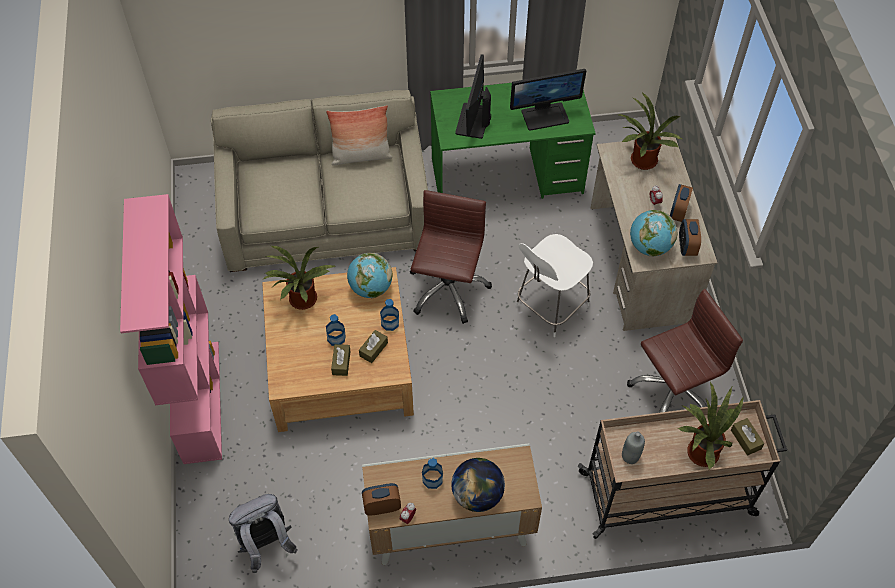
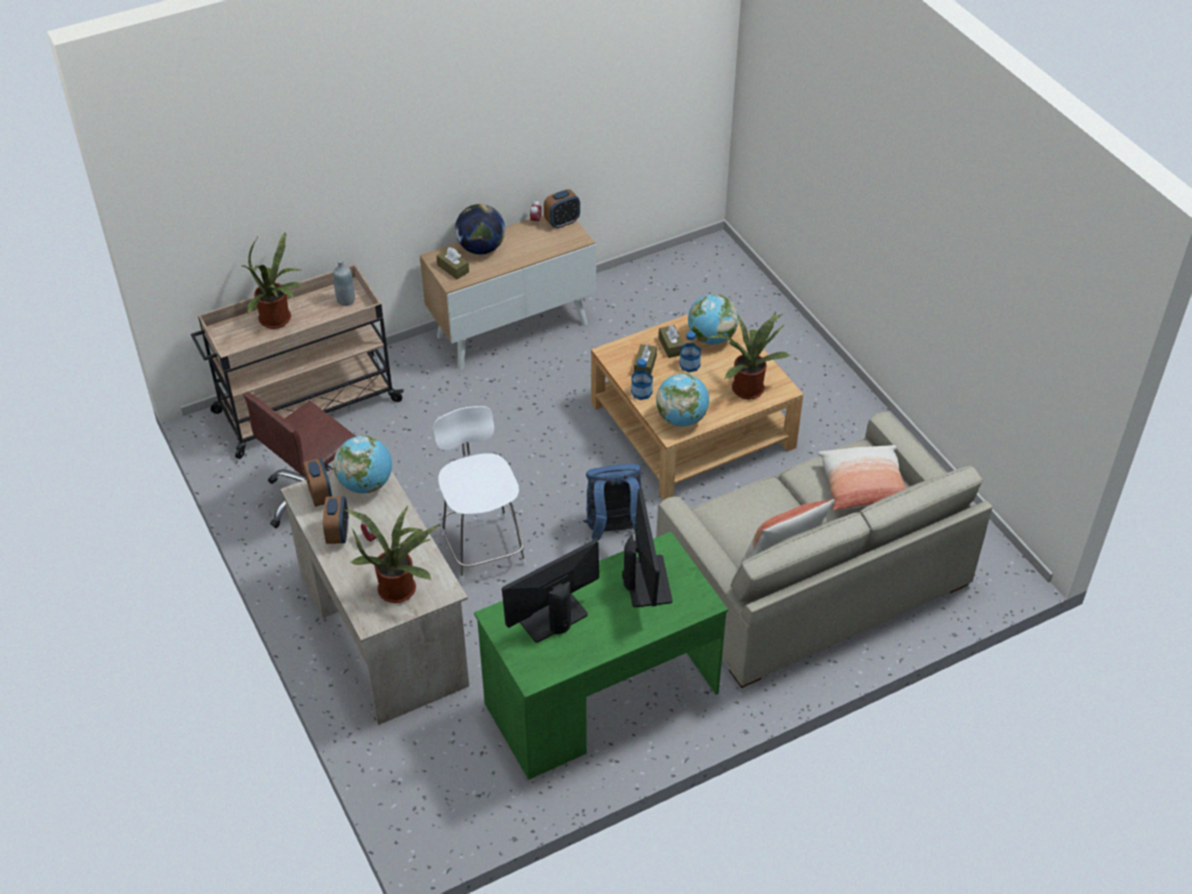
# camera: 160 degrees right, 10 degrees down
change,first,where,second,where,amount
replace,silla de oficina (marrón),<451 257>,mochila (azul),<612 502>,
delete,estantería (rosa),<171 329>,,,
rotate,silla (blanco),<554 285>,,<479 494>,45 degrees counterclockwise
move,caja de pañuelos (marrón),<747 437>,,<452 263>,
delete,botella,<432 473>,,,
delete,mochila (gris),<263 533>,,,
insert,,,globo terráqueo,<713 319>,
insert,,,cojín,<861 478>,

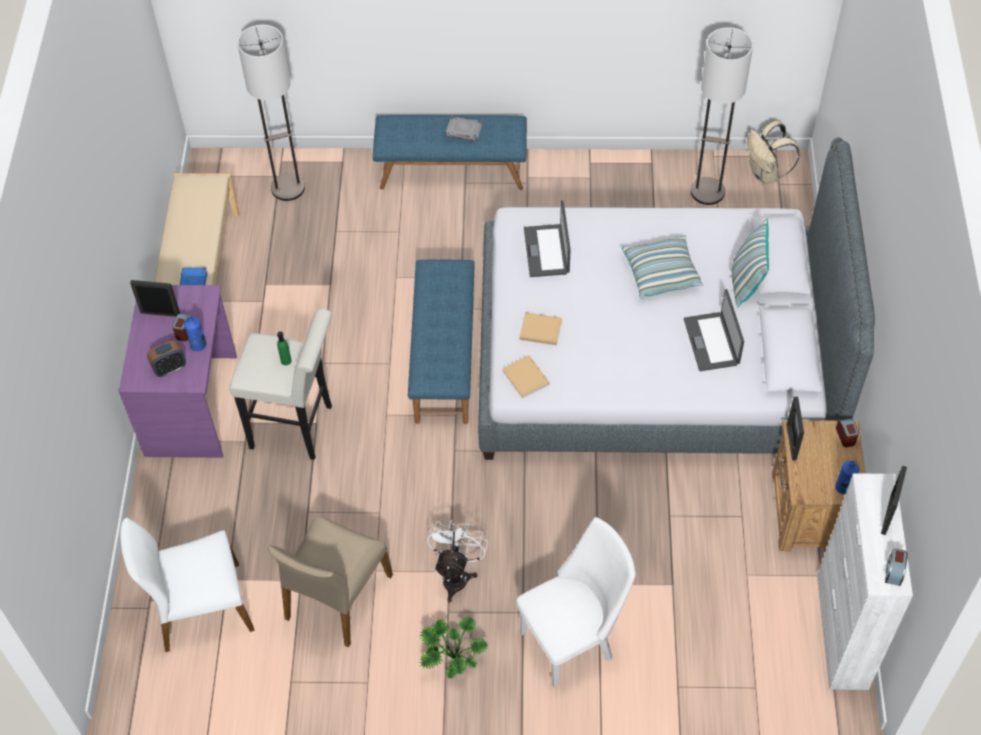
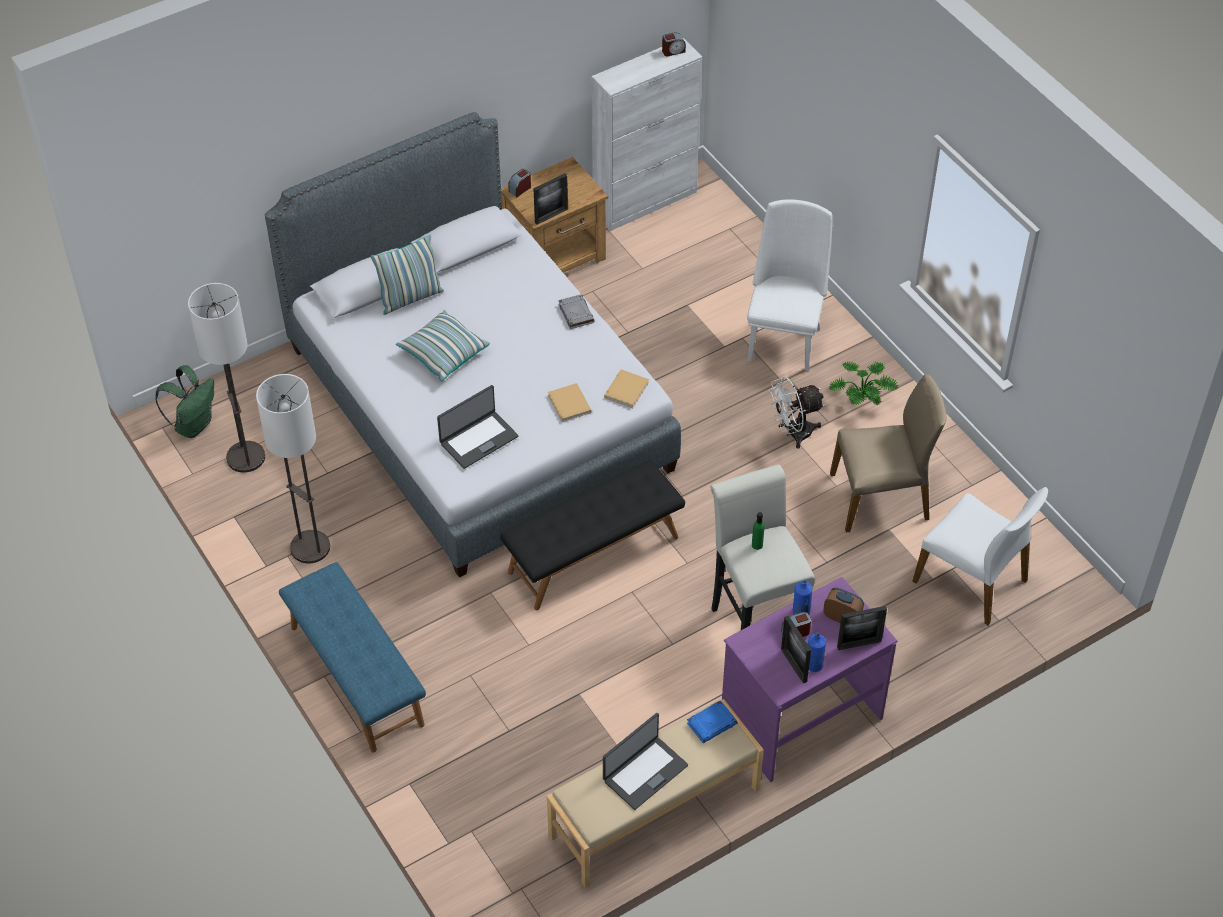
# camera: 125 degrees left, 5 degrees down
change,first,where,second,where,amount
move,lámpara de pie,<271 113>,,<293 469>,
move,libro (gris),<463 129>,,<576 311>,
recolor,mochila (beis),<773 153>,mochila (verde),<184 401>,
recolor,banco (azul),<441 342>,banco (negro),<592 535>,
move,portátil,<714 330>,,<645 761>,
move,botella (azul),<847 478>,,<817 652>,
move,portarretratos,<894 500>,,<862 628>,
rotate,silla (blanco),<576 602>,,<790 285>,75 degrees clockwise

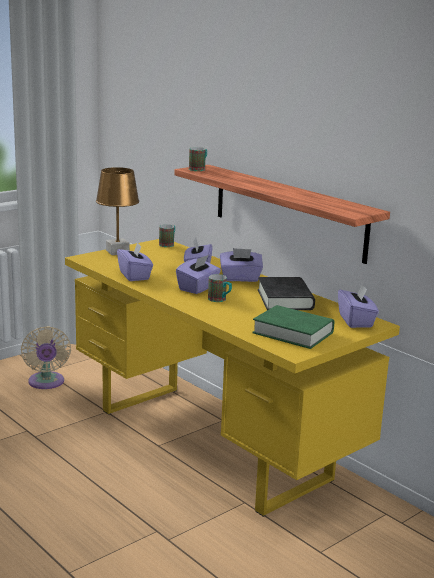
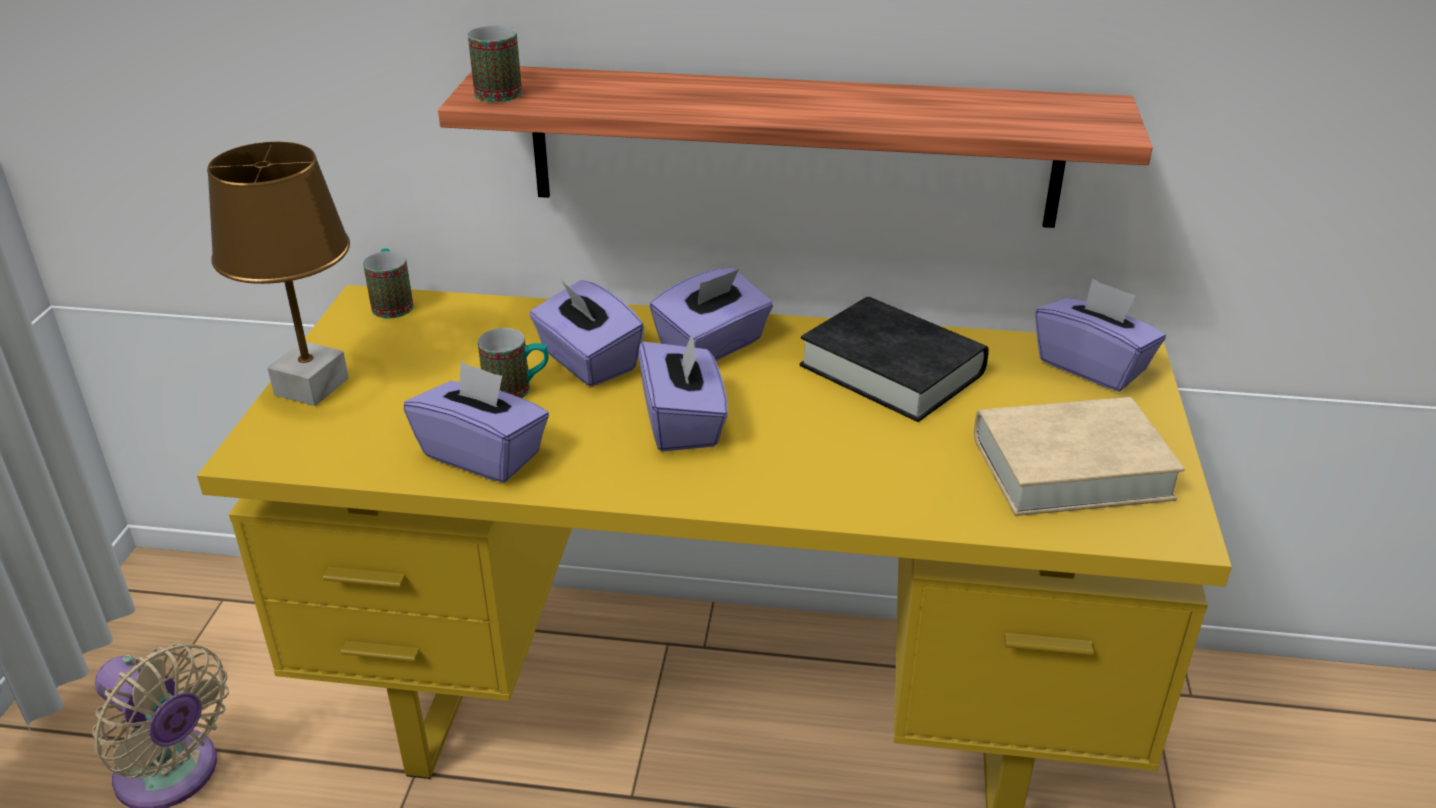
# camera: 40 degrees left, 15 degrees up
change,first,where,second,where,amount
move,taza grande,<220 288>,,<513 363>,
recolor,libro (verde),<293 327>,libro (beis),<1079 456>,

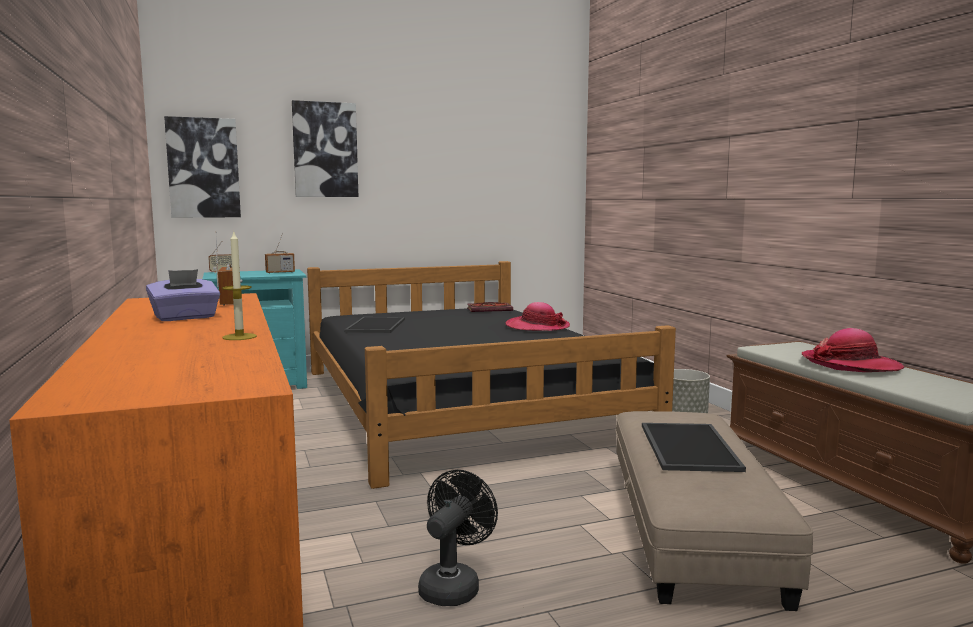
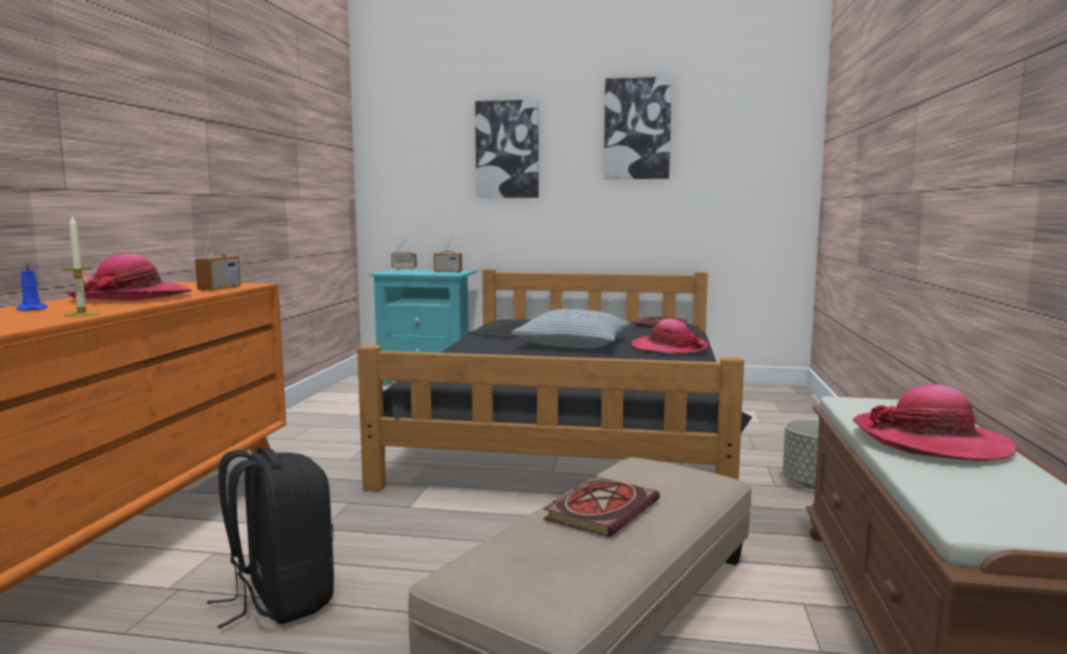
# camera: 30 degrees right, 0 degrees up
change,first,where,second,where,amount
move,cuadro,<202 167>,,<638 128>,
replace,caja de pañuelos (morado),<183 295>,sombrero,<128 277>,
replace,bandeja,<694 447>,libro,<601 506>,
replace,ventilador (negro),<458 538>,mochila (negro),<270 538>,
insert,,,vela (azul),<31 285>,
insert,,,cojín,<571 328>,

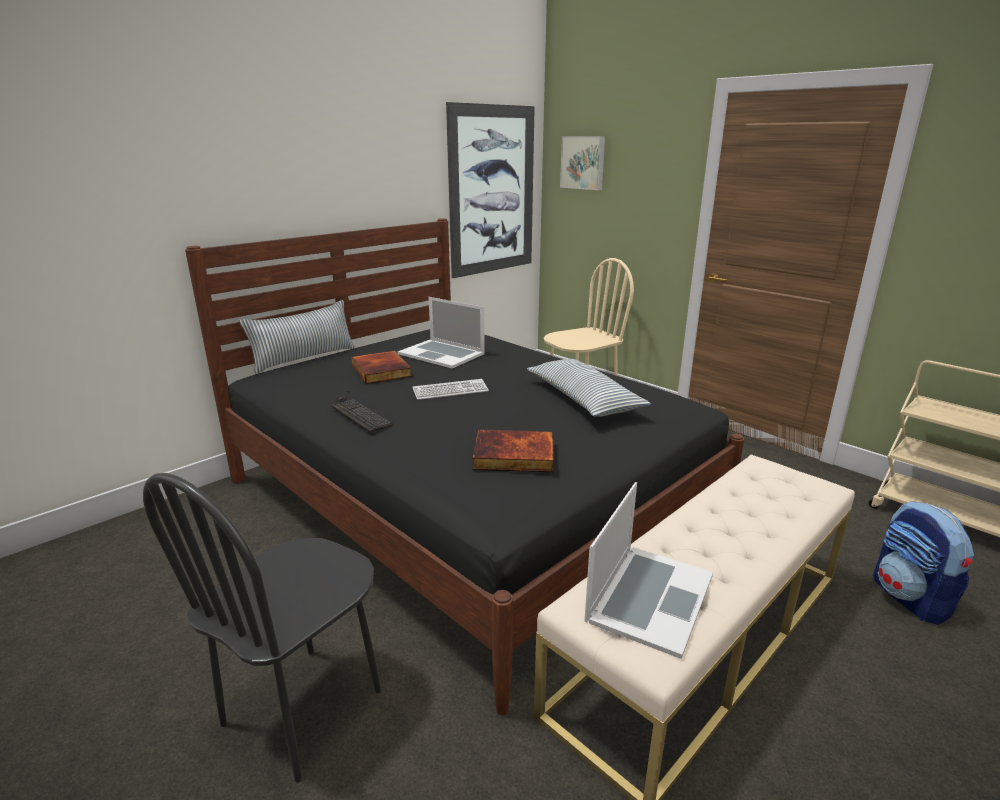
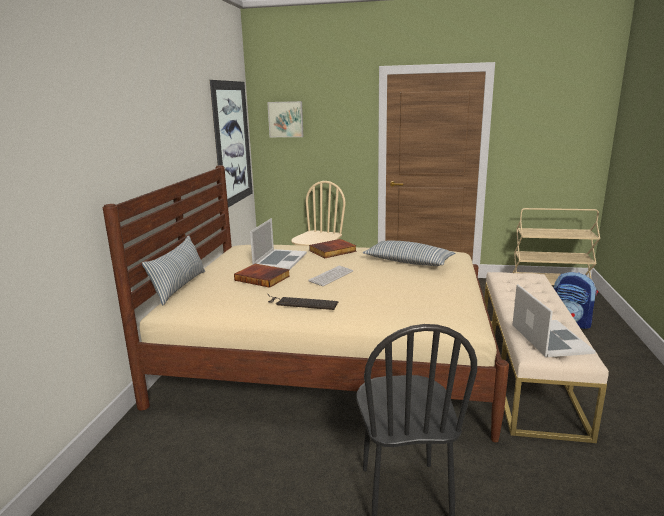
# camera: 35 degrees left, 5 degrees down
change,first,where,second,where,amount
recolor,cama (negro),<464 467>,cama (beis),<306 303>,
rotate,portátil,<441 332>,,<278 243>,75 degrees counterclockwise
move,libro,<513 450>,,<333 248>,

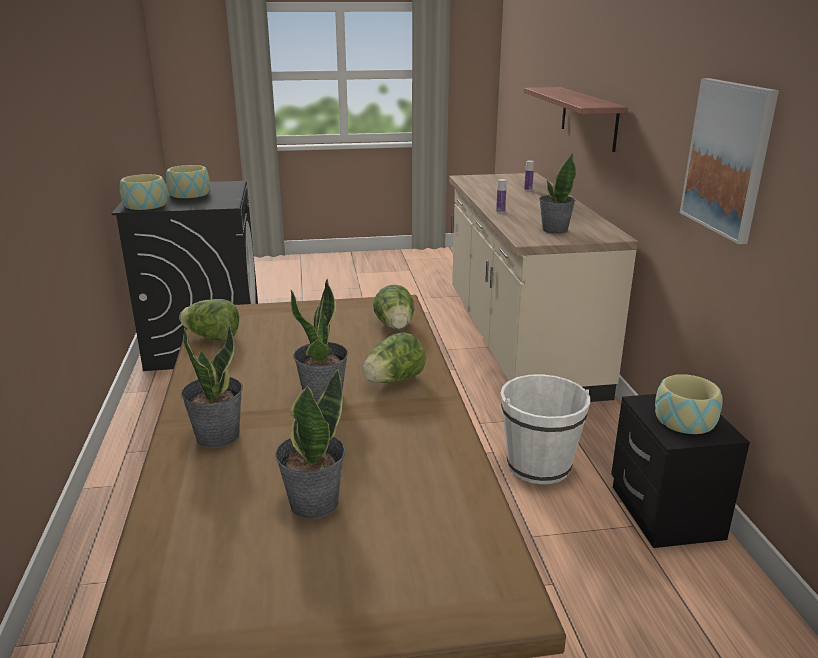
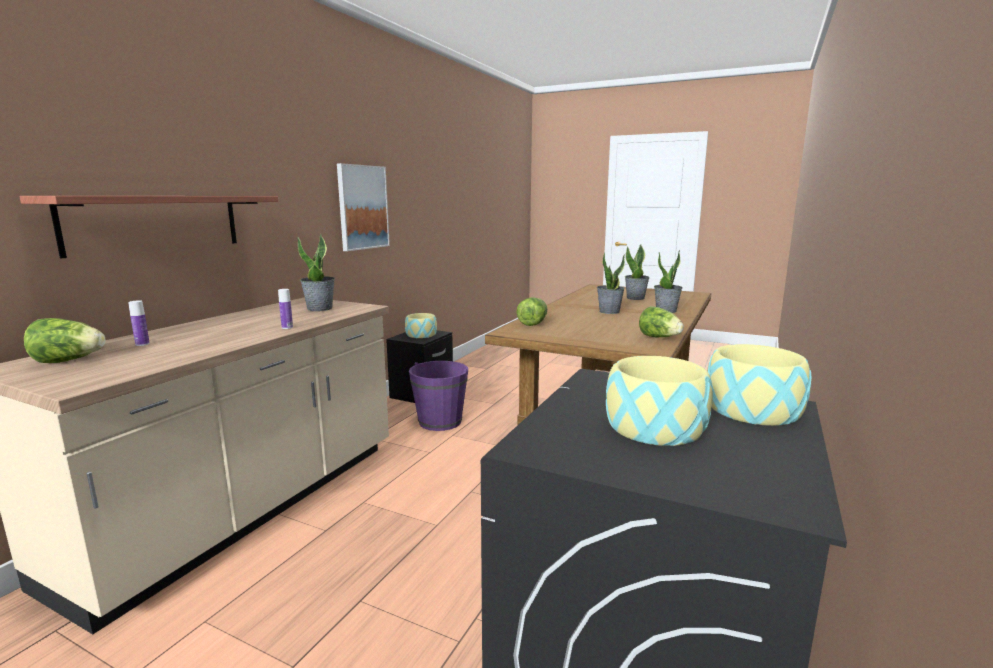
# camera: 145 degrees left, 10 degrees down
change,first,where,second,where,amount
move,lechuga,<394 357>,,<65 340>,
recolor,cubo (blanco),<545 429>,cubo (morado),<438 396>,

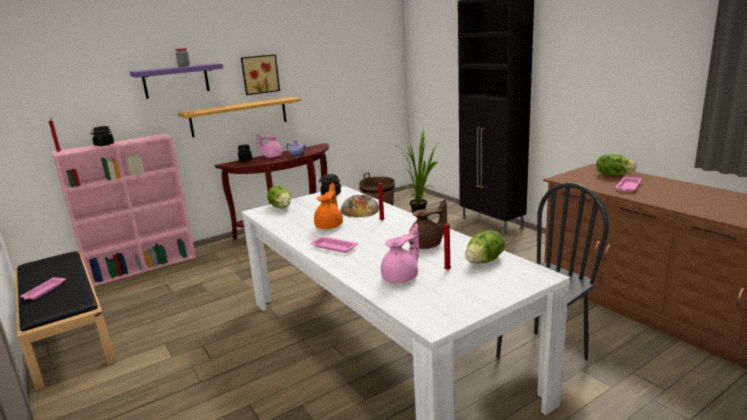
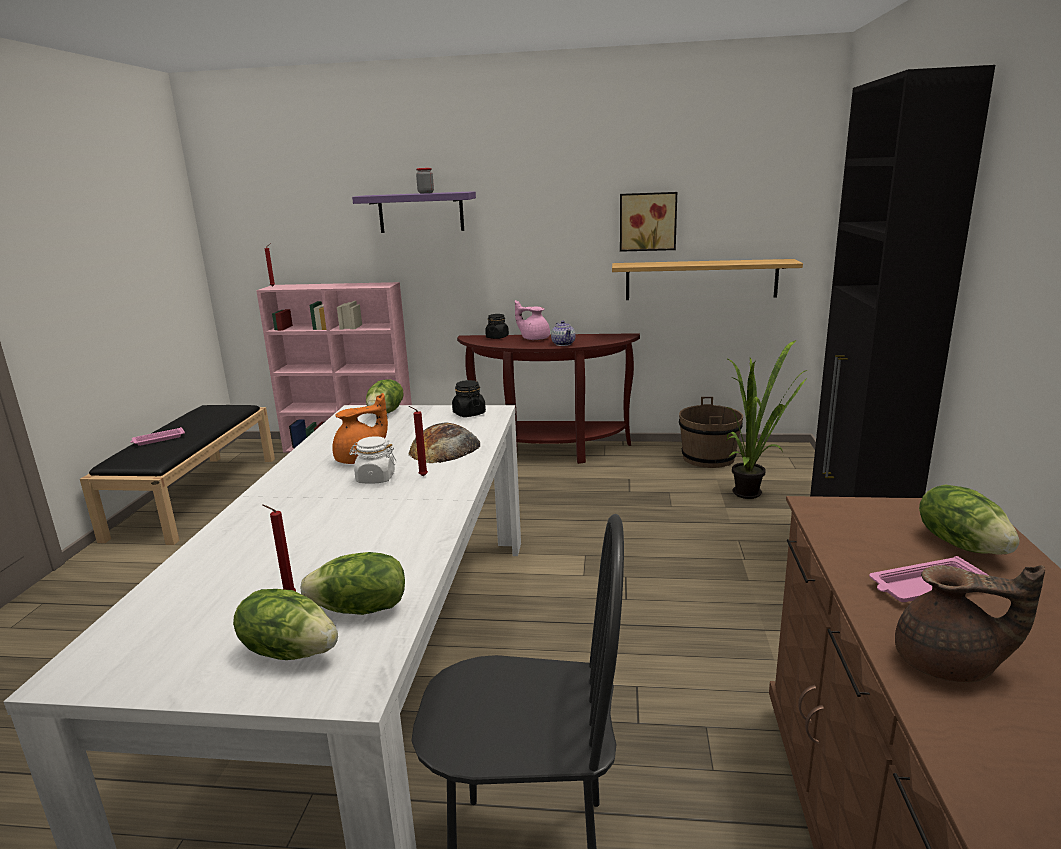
# camera: 40 degrees right, 0 degrees up
change,first,where,second,where,amount
move,cuadro,<260 74>,,<648 222>,
move,estante,<239 117>,,<707 279>,
delete,tarro (negro),<102 136>,,,
move,tetera (marrón),<428 224>,,<970 624>,
delete,tetera (rosa),<400 253>,,,
delete,bandeja (rosa),<334 244>,,,
insert,,,tarro (blanco),<373 460>,
insert,,,lechuga,<285 624>,

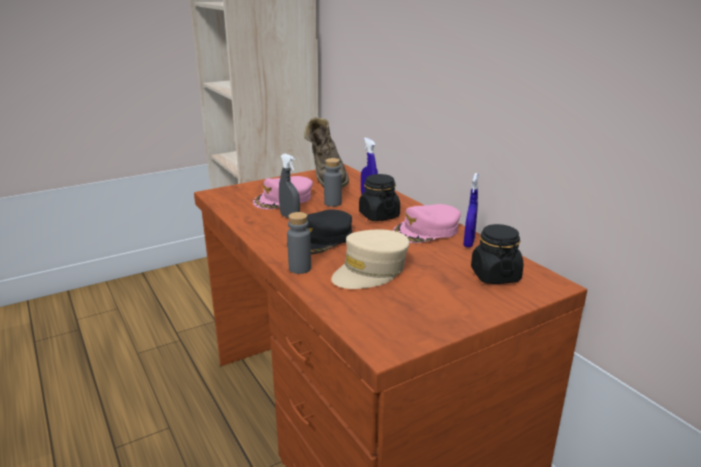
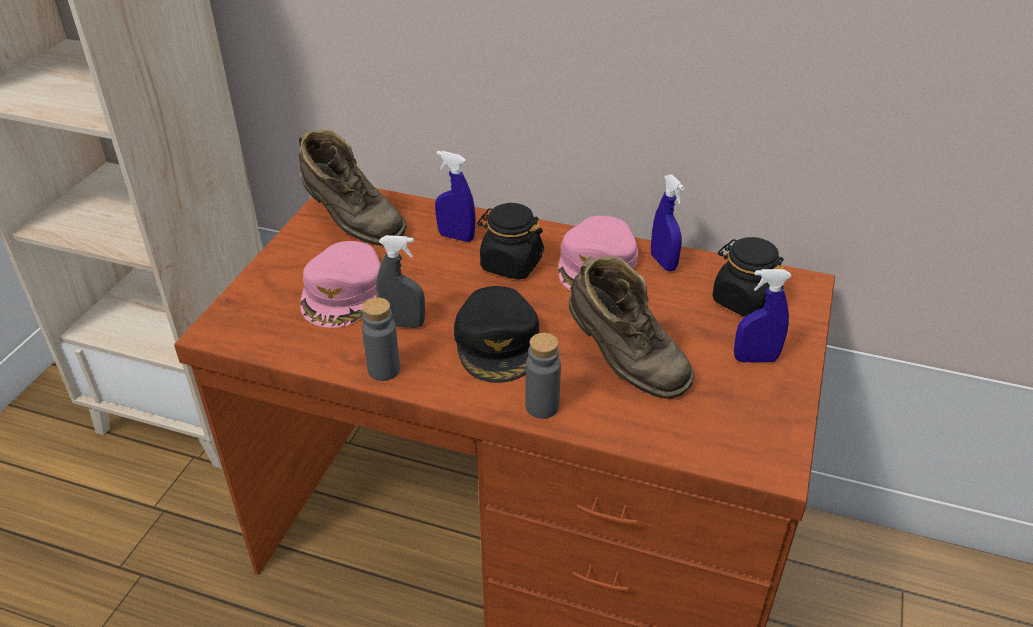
# camera: 40 degrees left, 15 degrees up
change,first,where,second,where,amount
move,botella (gris),<333 182>,,<381 339>,
replace,gorra (beis),<370 259>,bota (marrón),<632 327>,
insert,,,pulverizador (azul),<762 316>,

